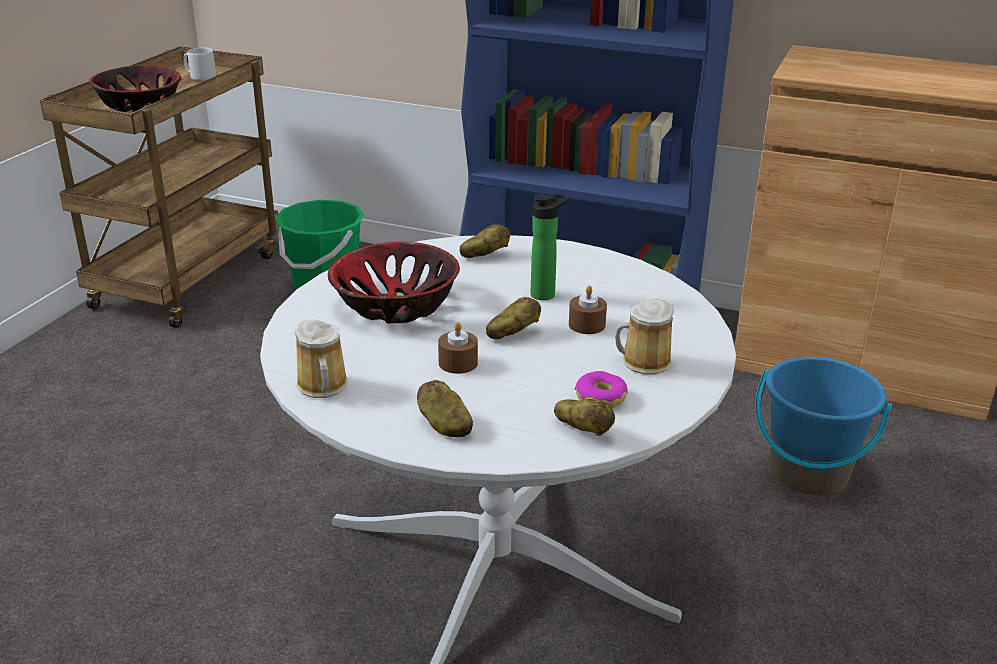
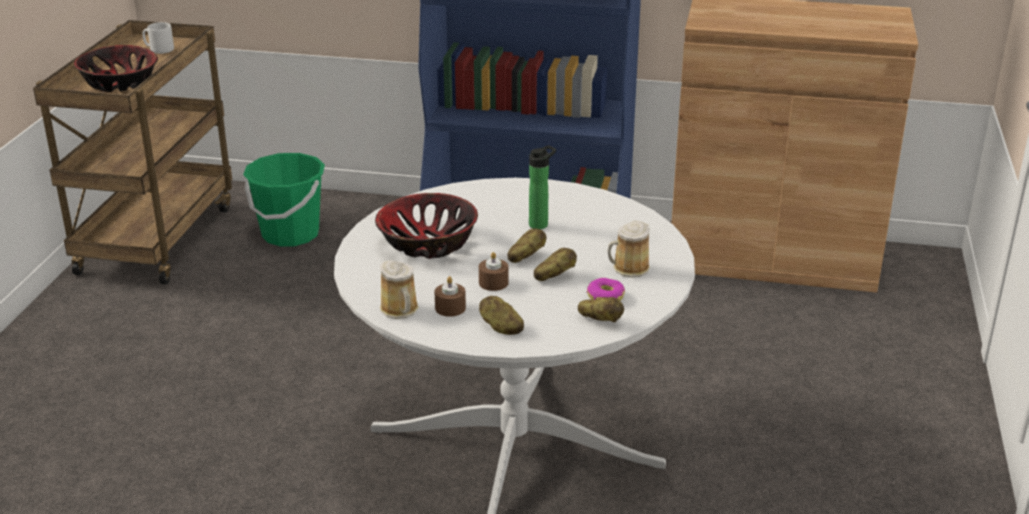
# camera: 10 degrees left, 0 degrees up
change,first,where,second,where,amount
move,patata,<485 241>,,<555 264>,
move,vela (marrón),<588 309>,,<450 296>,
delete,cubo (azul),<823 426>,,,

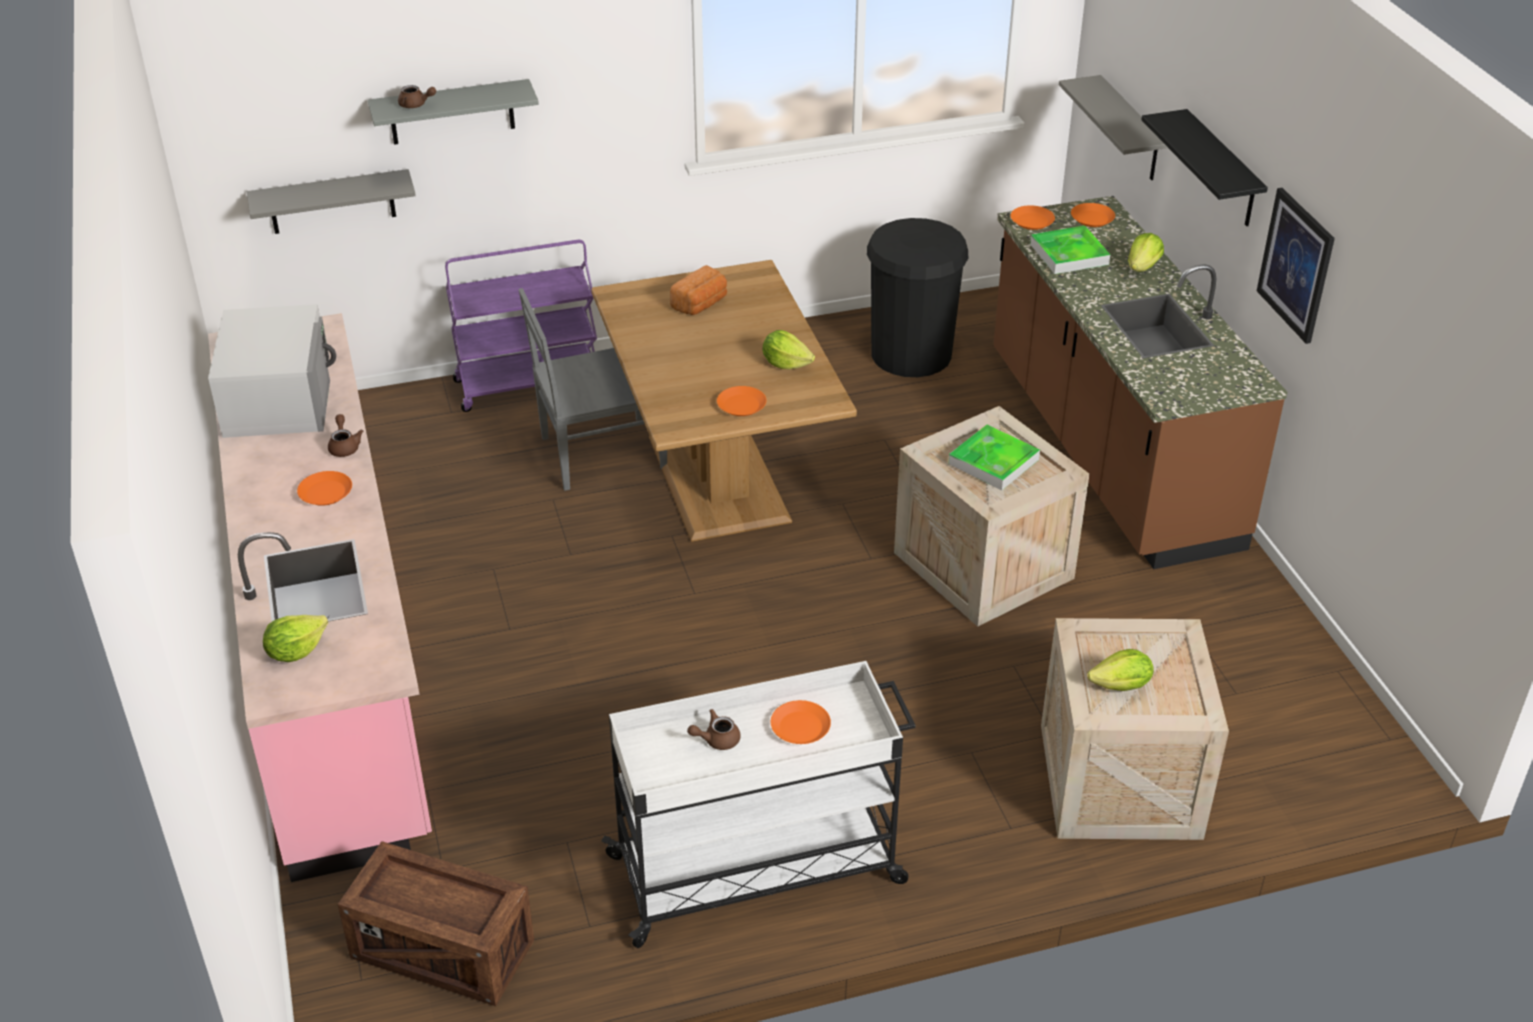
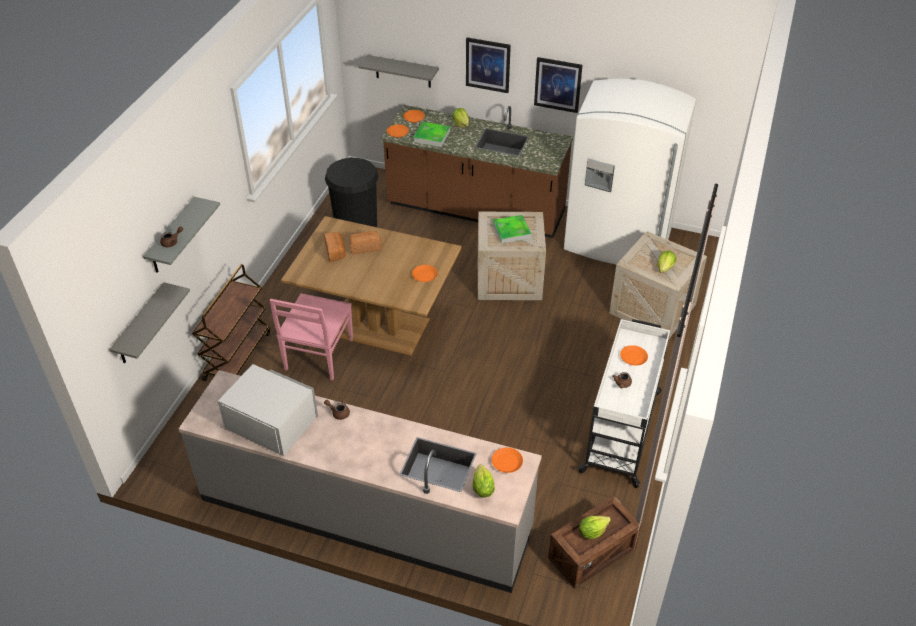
# camera: 55 degrees left, 5 degrees up
change,first,where,second,where,amount
replace,estante (negro),<1204 167>,cuadro,<488 65>,
recolor,carrito (morado),<521 326>,carrito (marrón),<231 322>,
recolor,silla (gris),<592 389>,silla (rosa),<311 336>,
recolor,mueble bajo de cocina (rosa),<320 597>,mueble bajo de cocina (gris),<360 481>,
move,lechuga,<788 350>,,<595 527>,
move,plato (naranja),<324 488>,,<507 460>,
insert,,,nevera (blanco),<630 171>,
insert,,,pan,<366 242>,

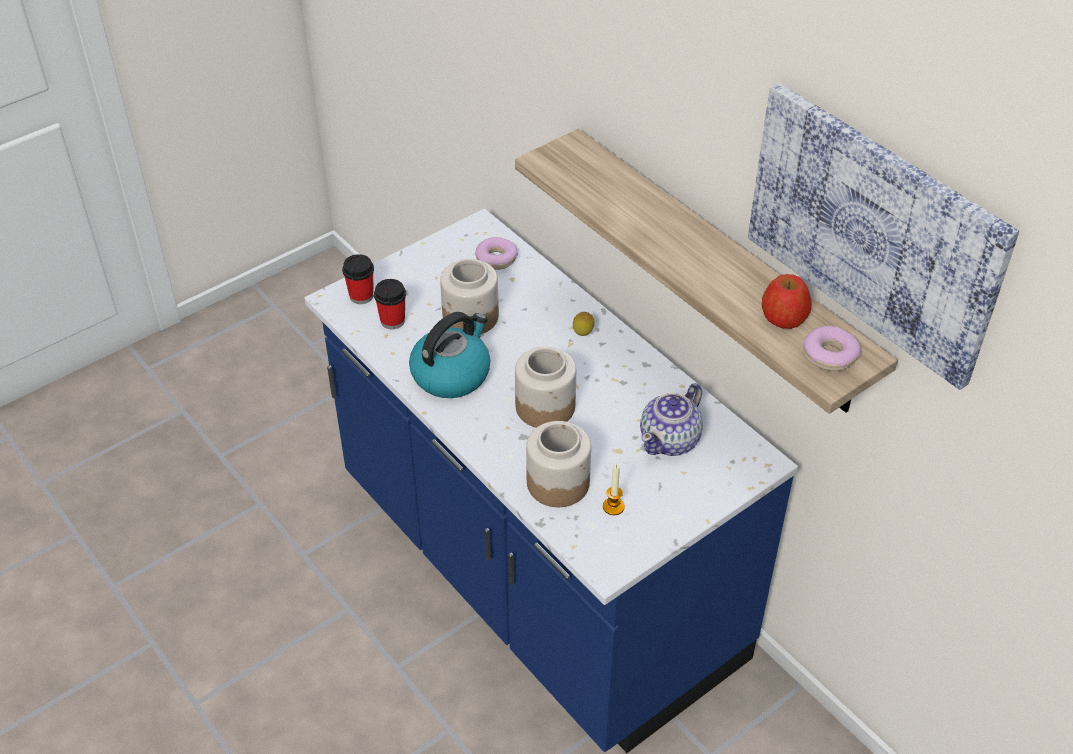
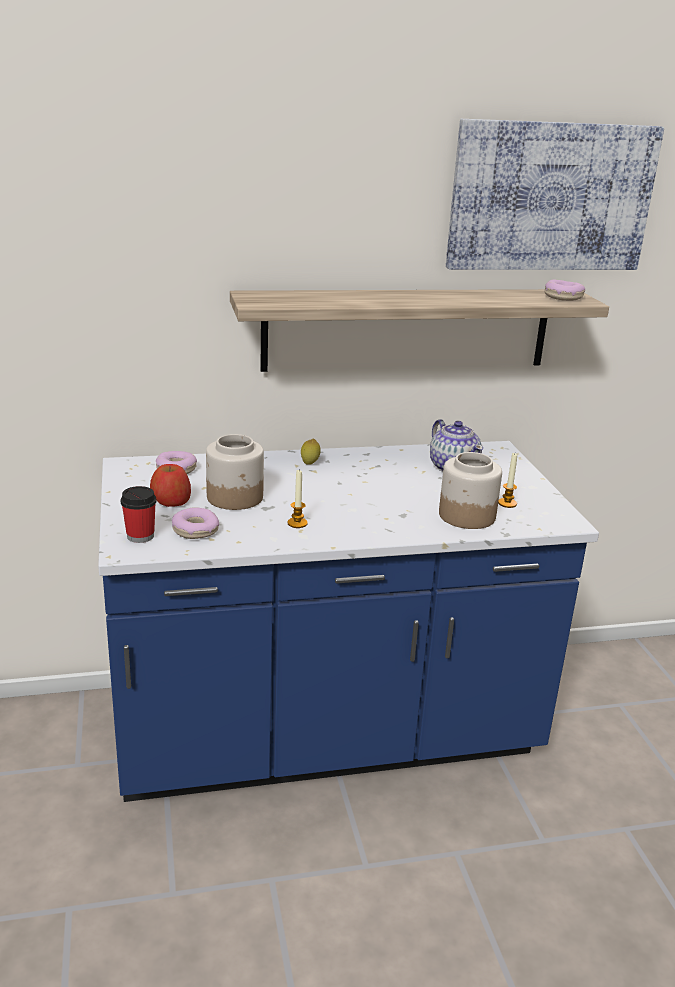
# camera: 65 degrees left, 20 degrees down
change,first,where,second,where,amount
move,manzana,<787 301>,,<170 485>,
replace,taza,<390 304>,rosquilla,<195 523>,
replace,hervidor,<449 355>,vela,<297 499>,
delete,tarro,<545 387>,,,

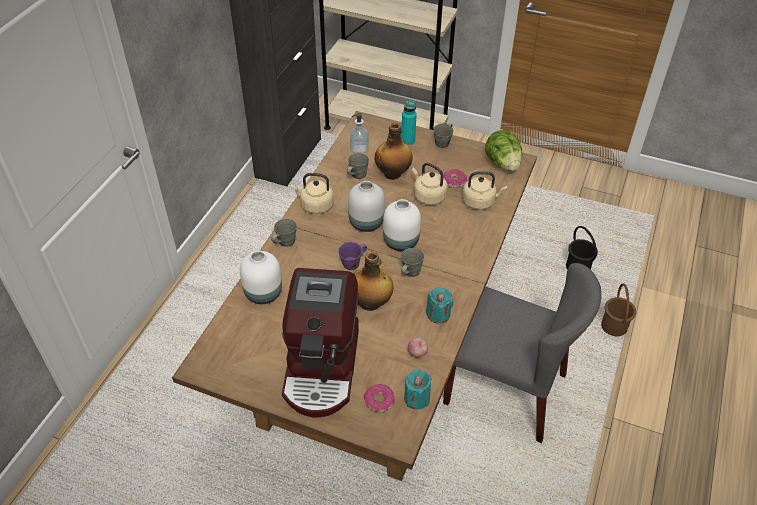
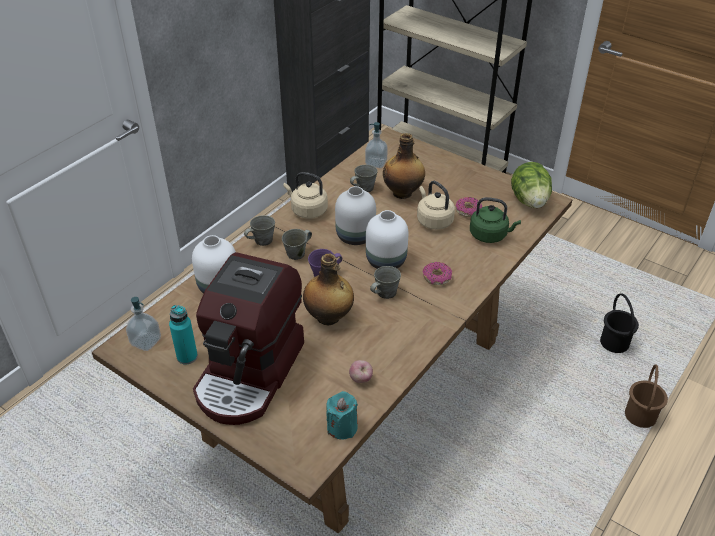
# camera: 15 degrees right, 5 degrees down
change,first,where,second,where,amount
move,botella (turquesa),<409 123>,,<183 334>,
move,taza grande (gris),<444 135>,,<297 244>,
recolor,hervidor (beis),<484 190>,hervidor (verde),<495 220>,
delete,silla (gris),<522 353>,,,
delete,vela (turquesa),<440 305>,,,
move,rosquilla,<379 398>,,<437 273>,
insert,,,dispensador de jabón,<143 324>,

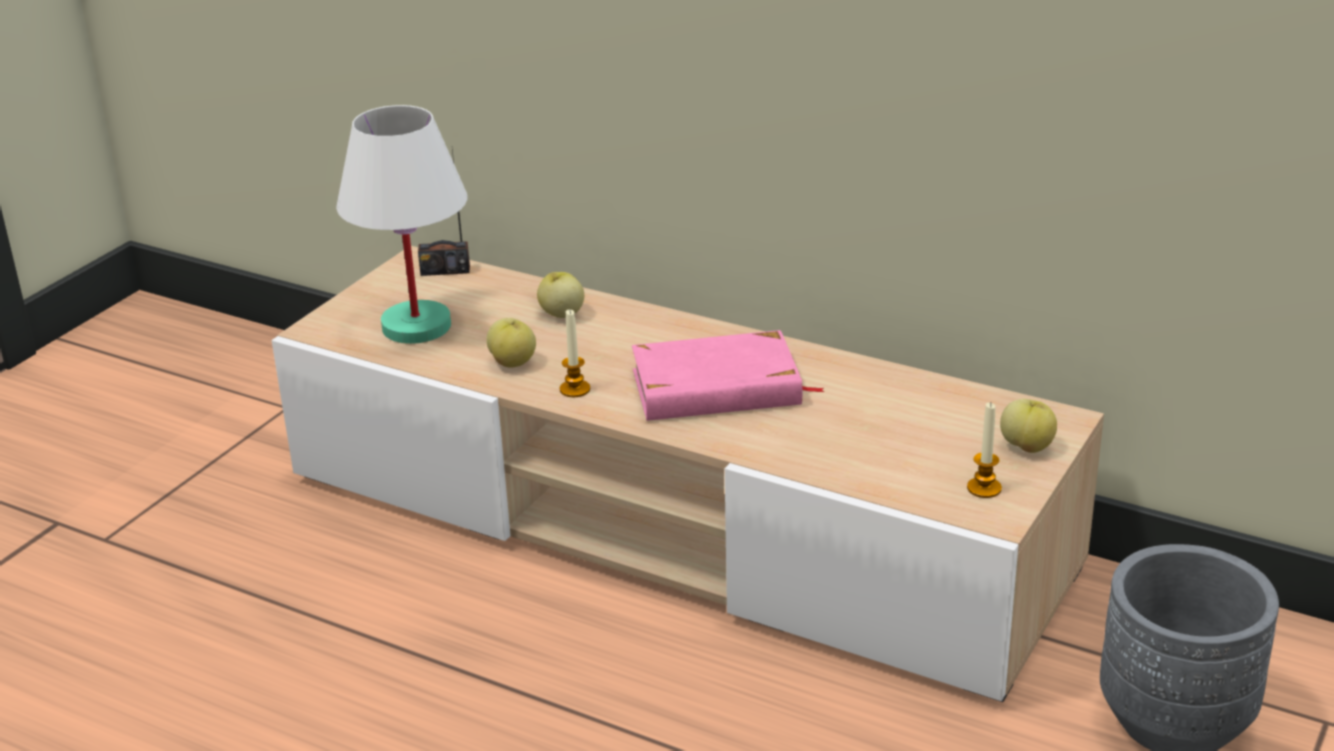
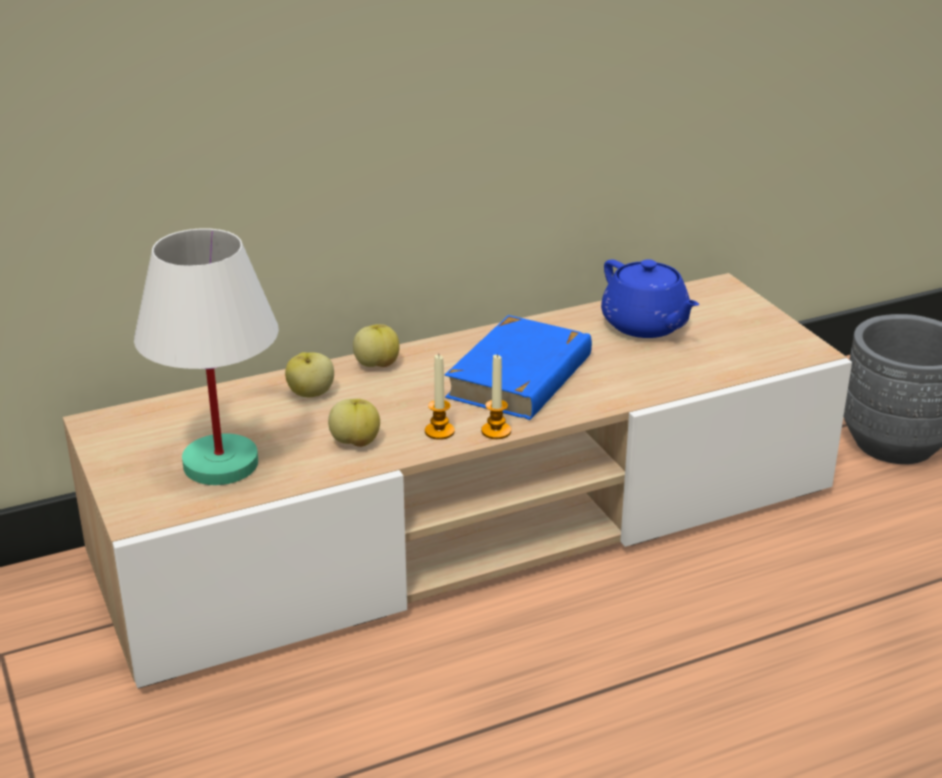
# camera: 55 degrees left, 0 degrees up
change,first,where,second,where,amount
delete,radio,<444 212>,,,
recolor,libro (rosa),<728 375>,libro (azul),<518 367>,
move,manzana,<1028 426>,,<376 345>,
move,vela,<984 450>,,<496 396>,
insert,,,tetera (azul),<650 298>,

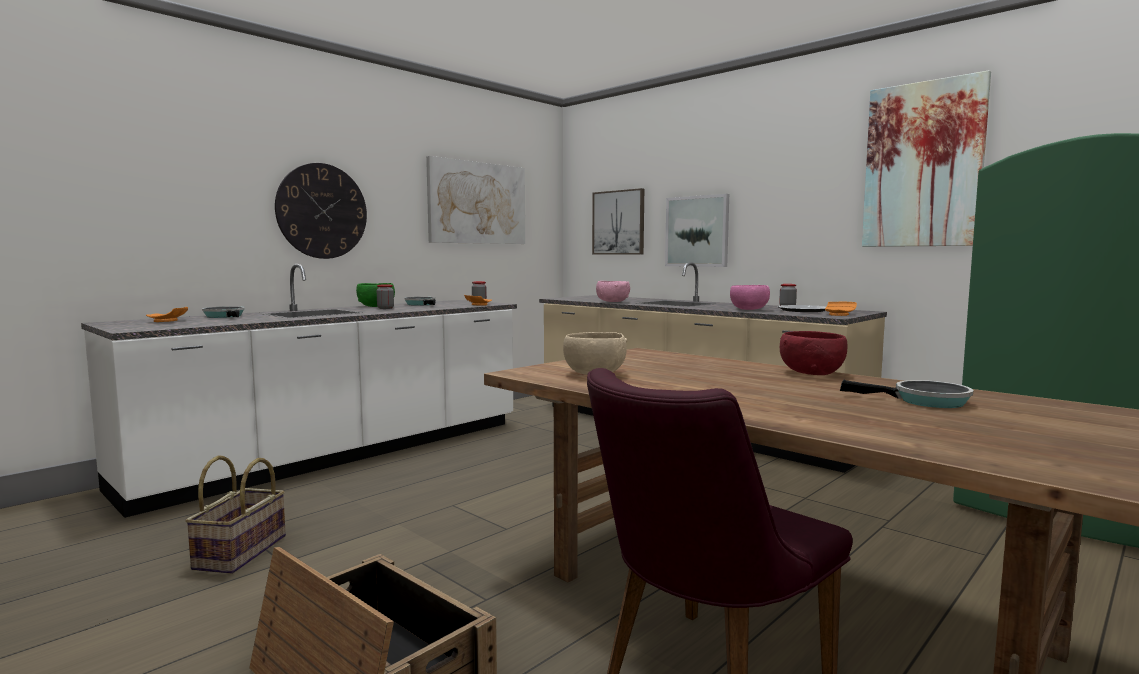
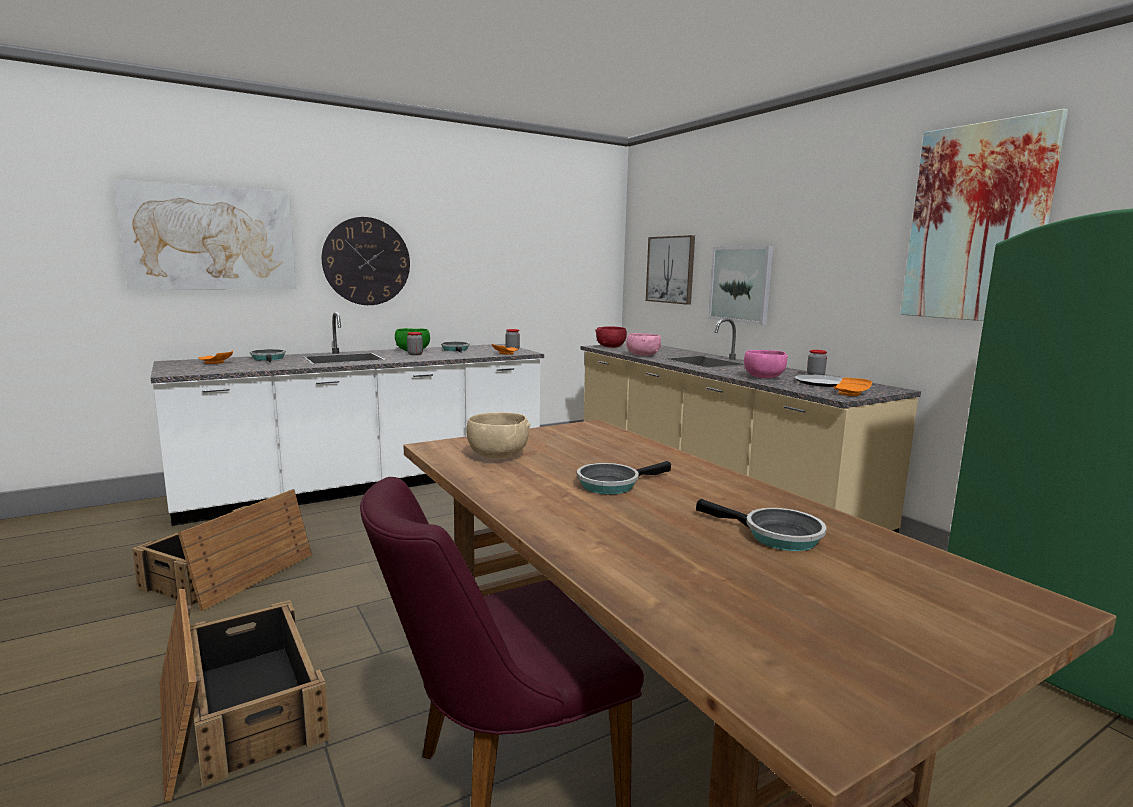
# camera: 15 degrees right, 5 degrees up
change,first,where,second,where,amount
move,cuadro,<475 200>,,<205 234>,
move,cuenco (rojo),<813 353>,,<611 337>,
replace,cesta,<235 514>,caja de embalaje,<222 550>,
insert,,,sartén,<624 477>,

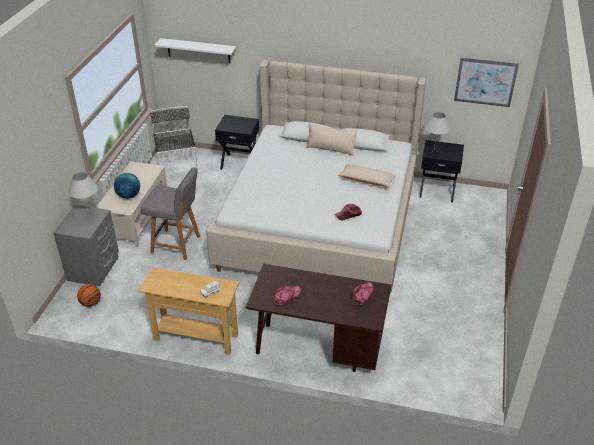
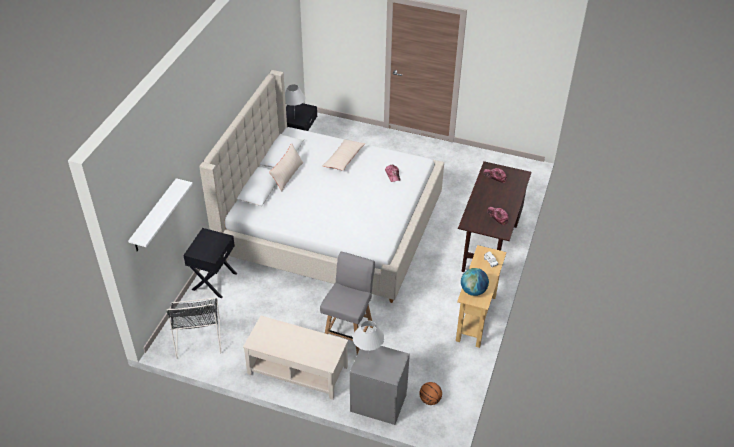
# camera: 85 degrees left, 5 degrees up
change,first,where,second,where,amount
delete,cuadro,<486 82>,,,
rotate,silla (negro),<174 137>,,<194 328>,90 degrees counterclockwise
move,globo terráqueo,<127 186>,,<475 282>,

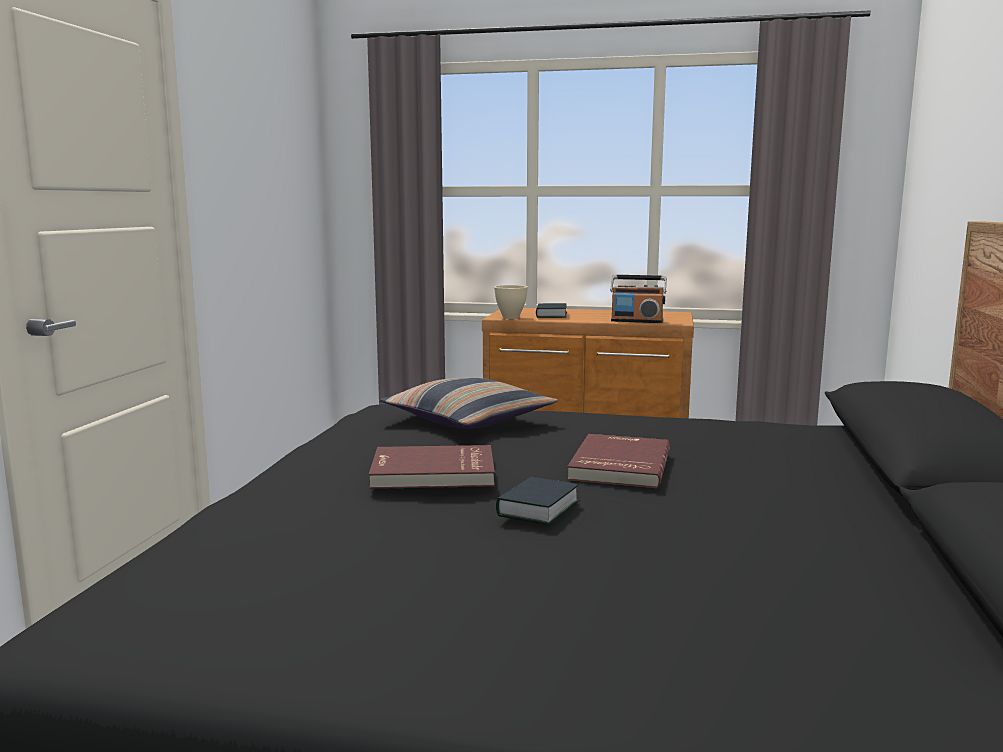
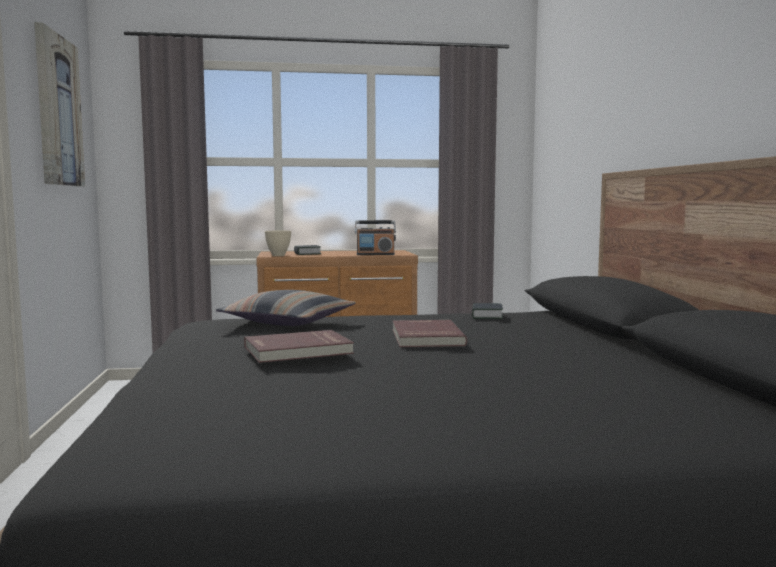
# camera: 20 degrees left, 5 degrees down
change,first,where,second,where,amount
move,libro,<538 501>,,<487 311>,
insert,,,cuadro,<59 104>,

